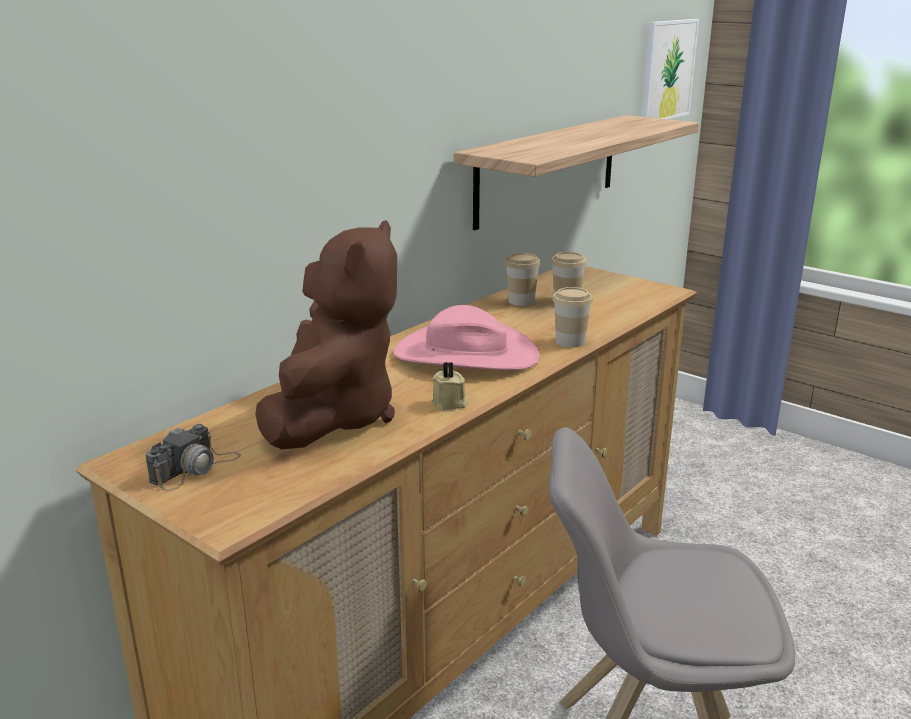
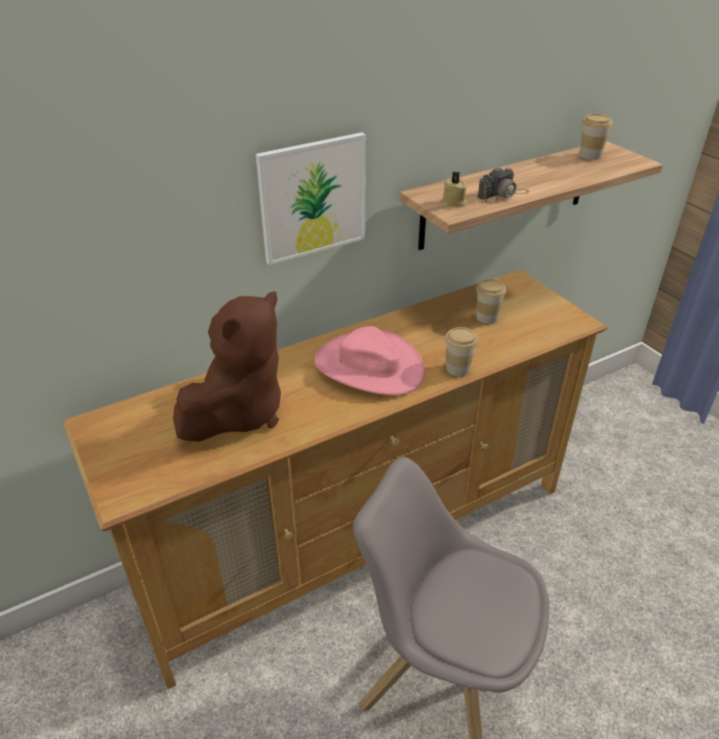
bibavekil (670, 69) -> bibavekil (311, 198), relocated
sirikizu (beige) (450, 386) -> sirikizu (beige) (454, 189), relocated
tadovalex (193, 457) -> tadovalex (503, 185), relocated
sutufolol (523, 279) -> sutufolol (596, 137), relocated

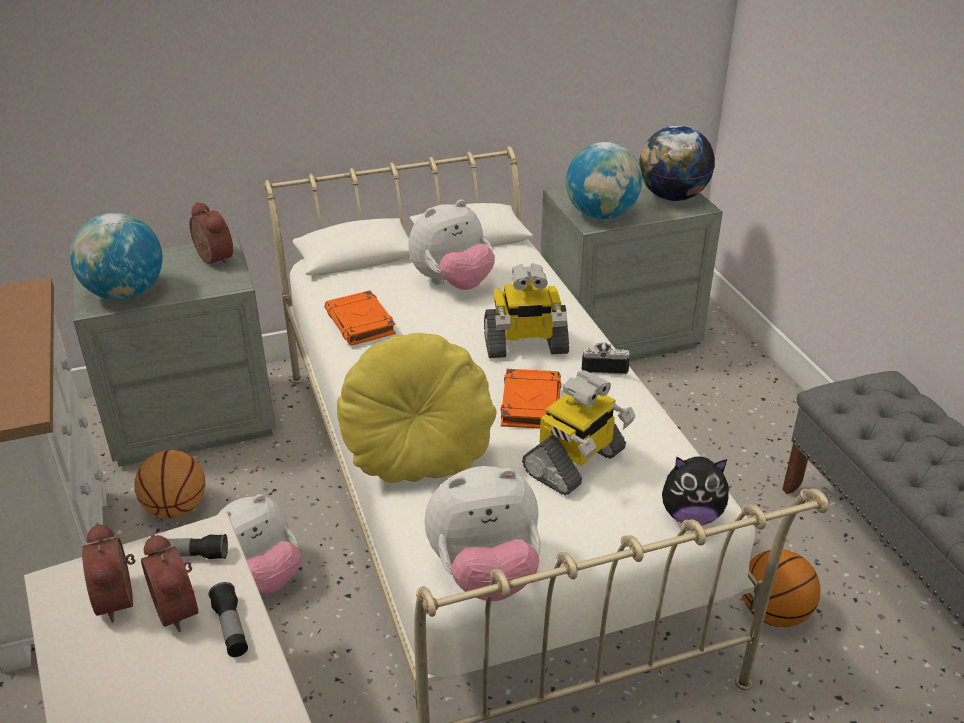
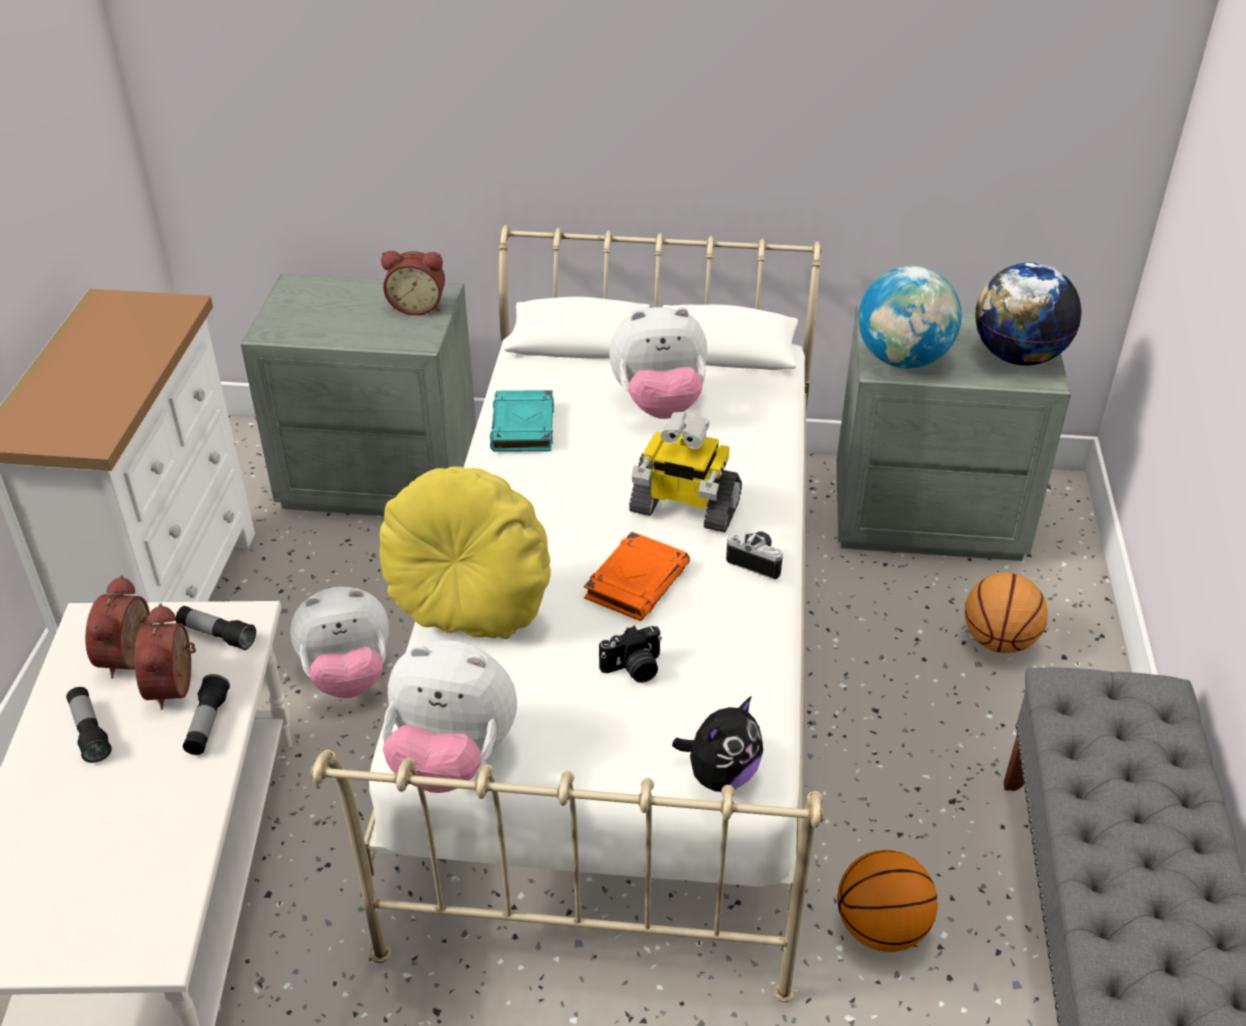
none -> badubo (89, 725)
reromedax (211, 234) -> reromedax (413, 283), 105 degrees clockwise
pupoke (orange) (360, 318) -> pupoke (turquoise) (522, 421)
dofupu (579, 433) -> tadovalex (630, 654)
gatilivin (696, 490) -> gatilivin (717, 744), 75 degrees counterclockwise
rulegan (170, 484) -> rulegan (1006, 613), relocated
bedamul (116, 256) -> none

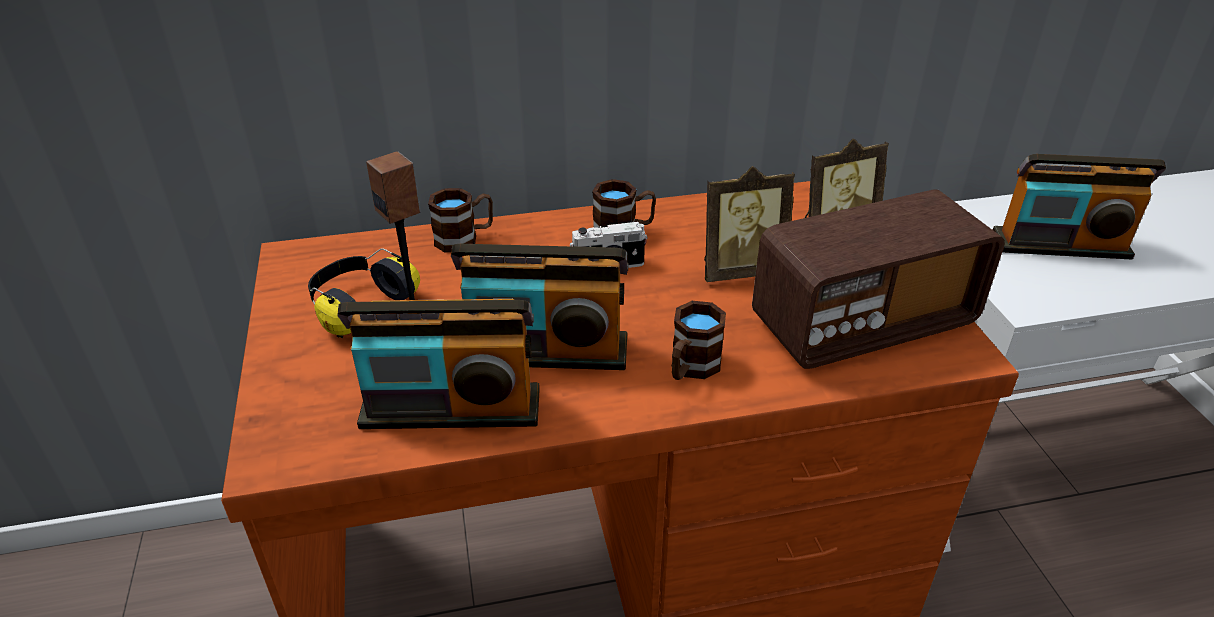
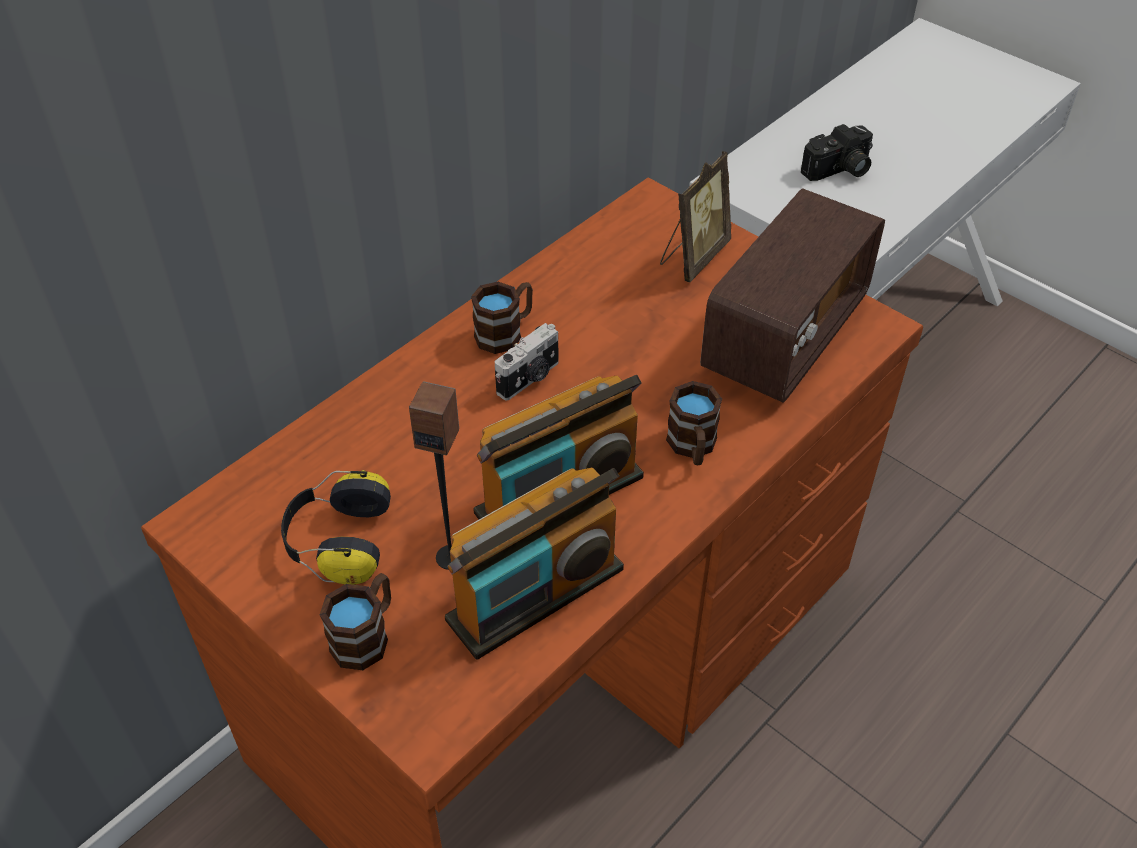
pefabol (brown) (460, 220) -> pefabol (brown) (355, 621), relocated
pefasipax (1079, 207) -> tadovalex (837, 152)
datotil (749, 224) -> none

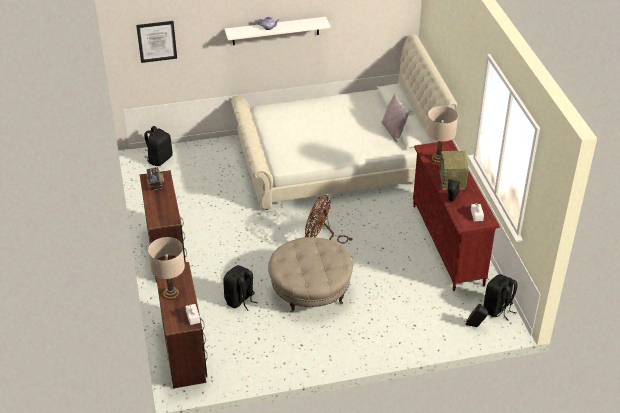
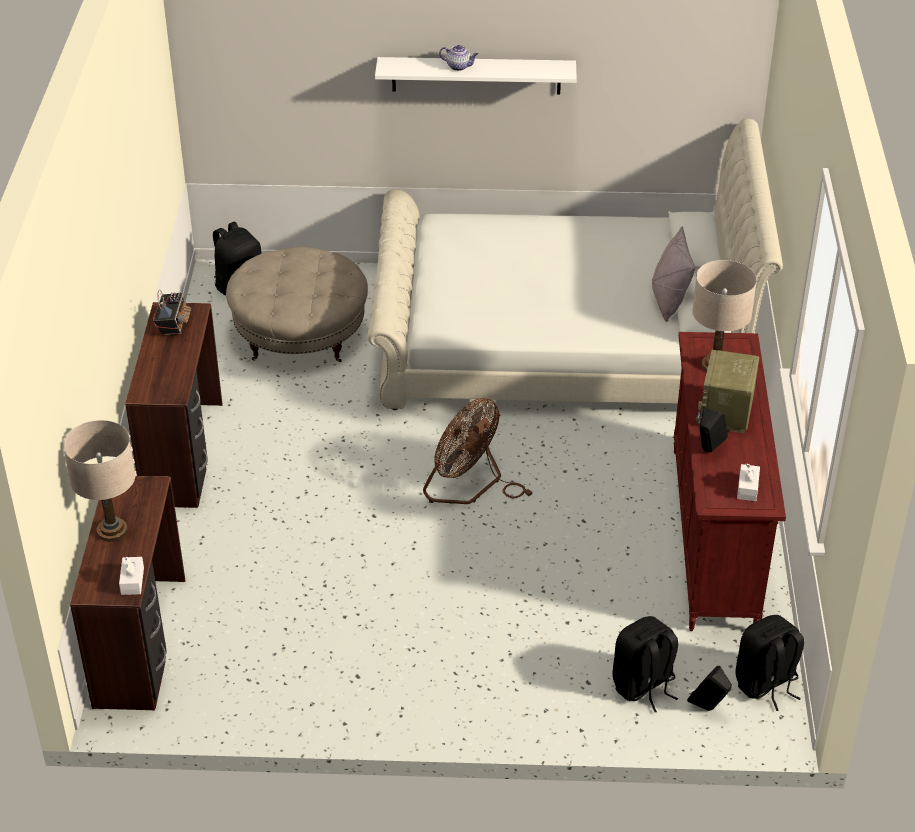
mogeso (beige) (310, 274) -> mogeso (beige) (297, 304), relocated
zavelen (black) (240, 288) -> zavelen (black) (645, 664), relocated
bibavekil (156, 42) -> none

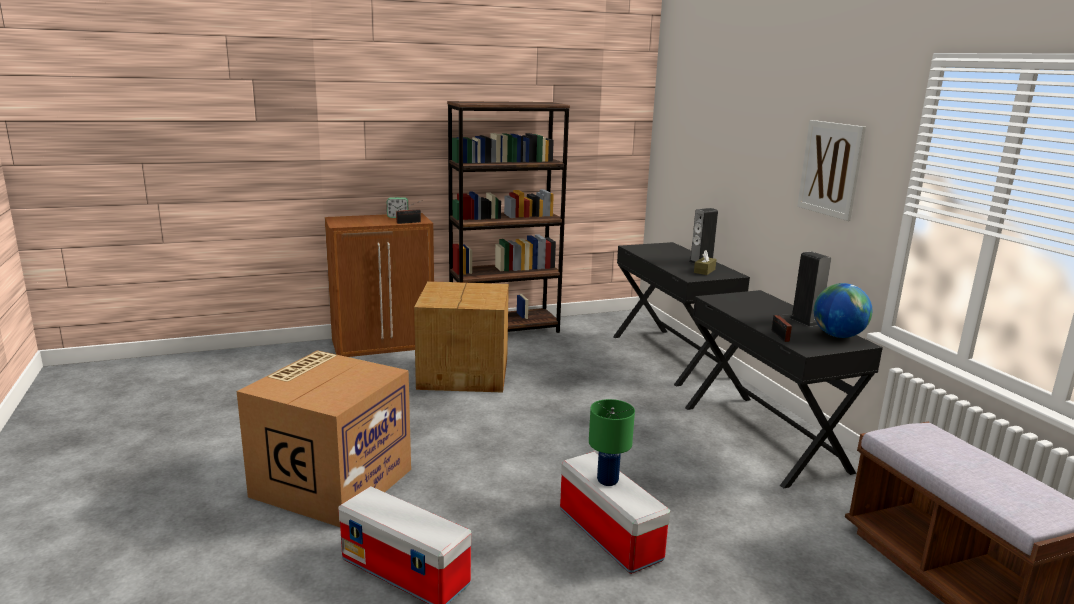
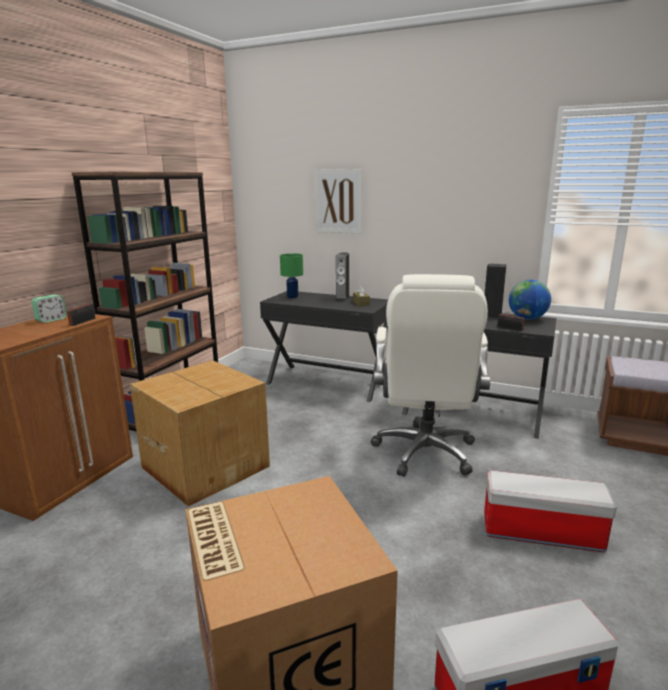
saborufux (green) (612, 442) -> saborufux (green) (291, 275), relocated
bibavekil (831, 170) -> bibavekil (338, 201), relocated
none -> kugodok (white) (430, 375)

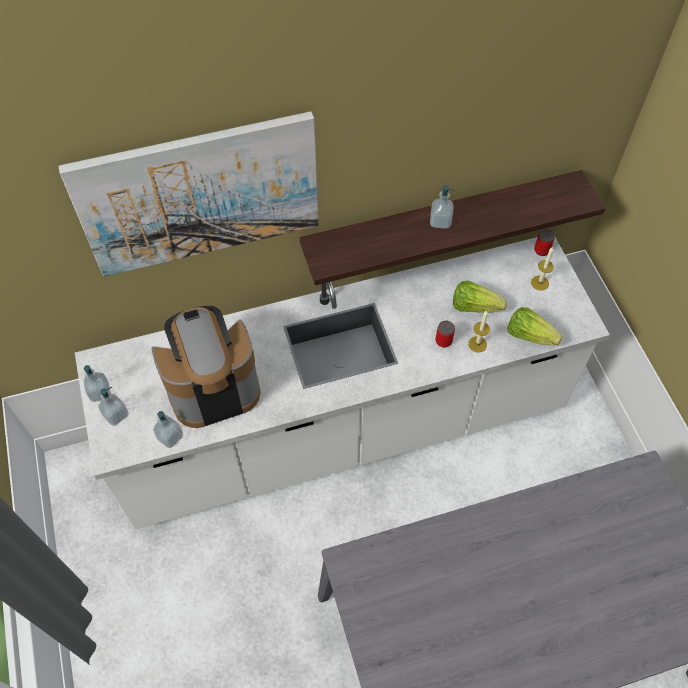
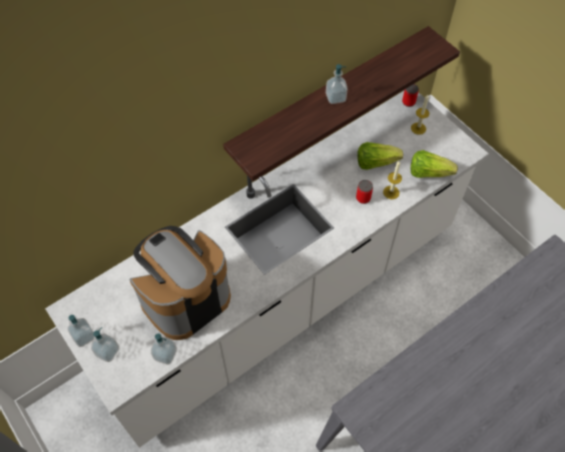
bibavekil (189, 194) -> none

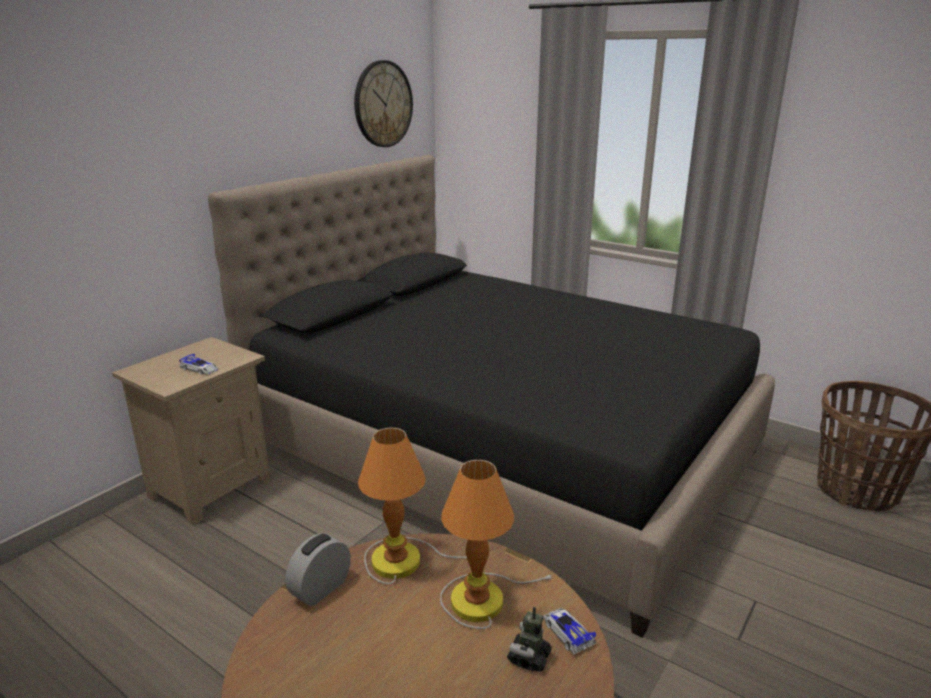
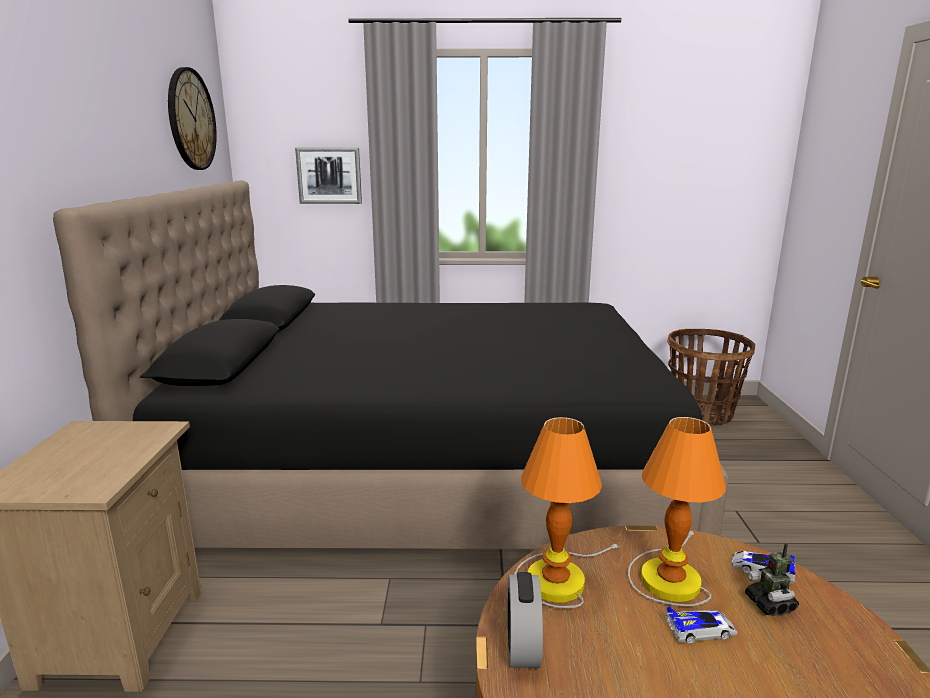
none -> bibavekil (328, 176)
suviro (198, 363) -> suviro (701, 625), relocated

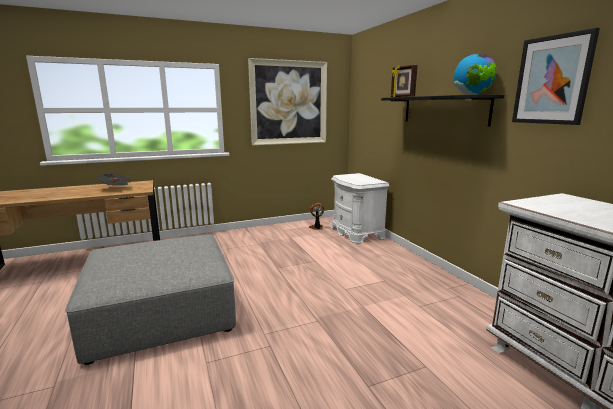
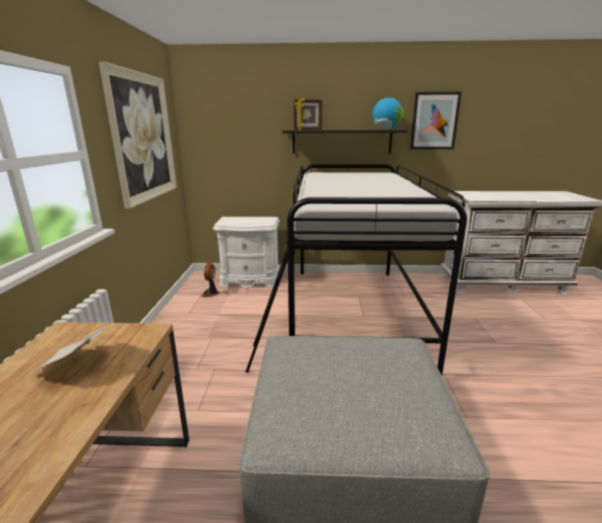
none -> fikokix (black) (356, 269)

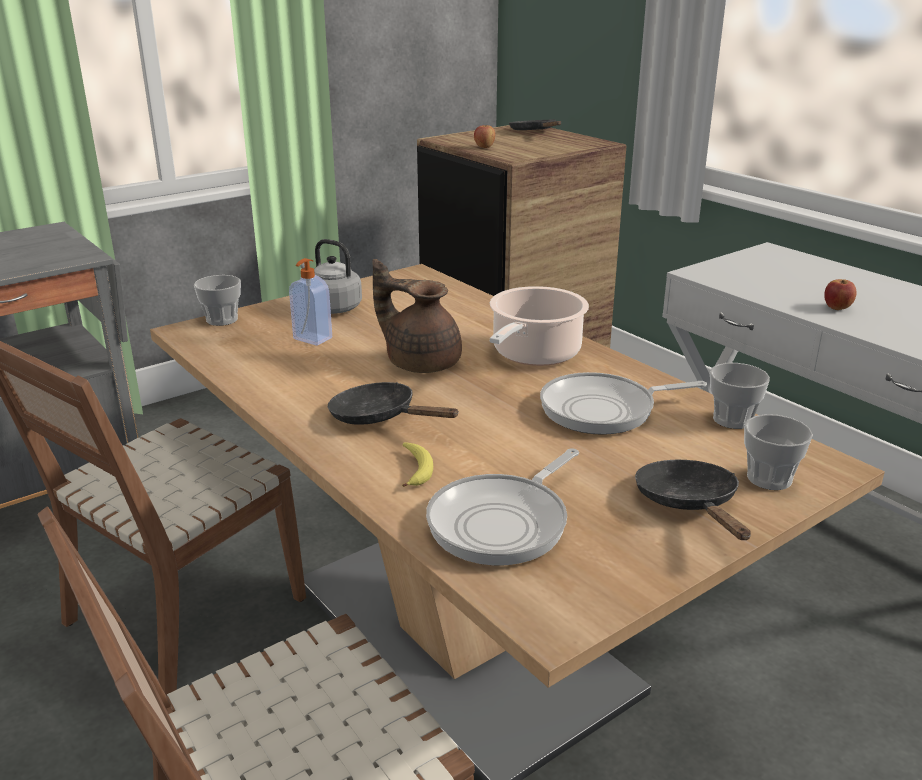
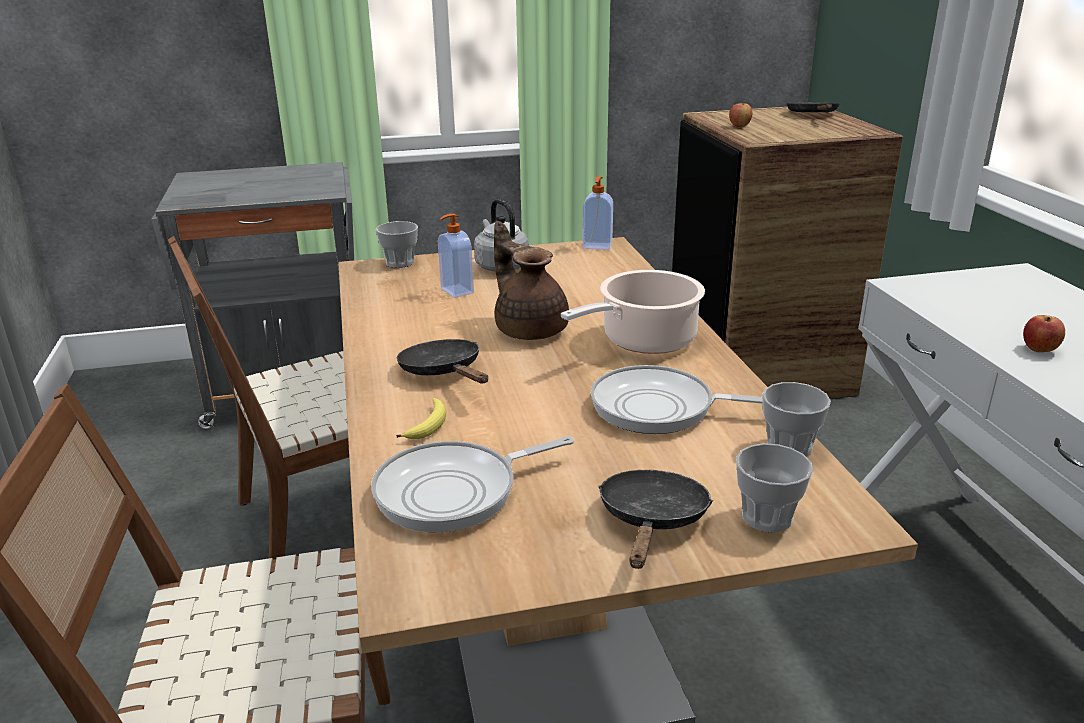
none -> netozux (597, 213)

